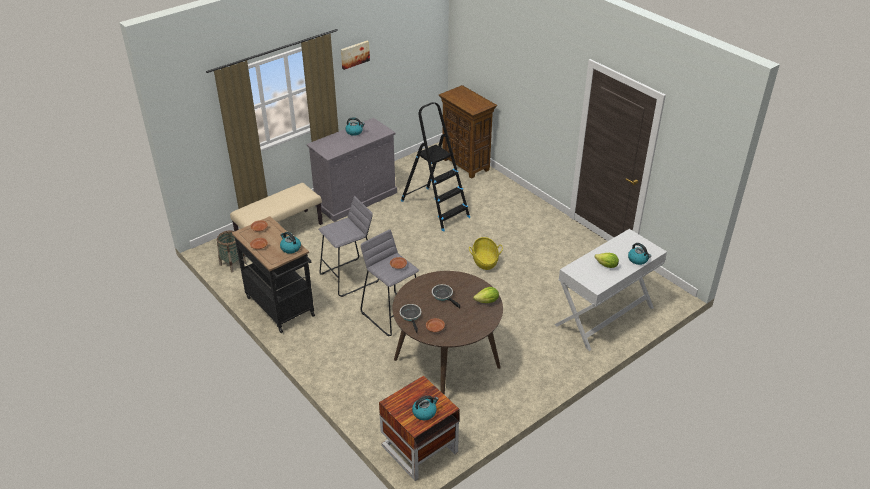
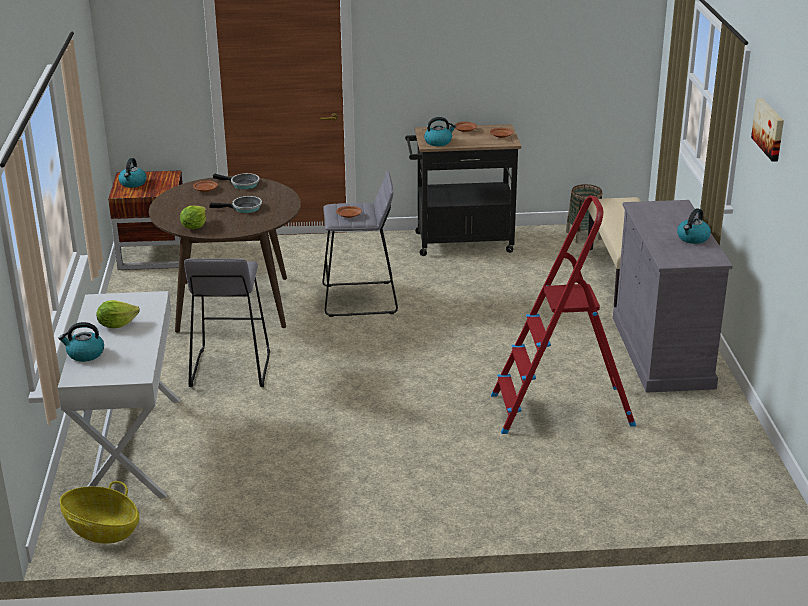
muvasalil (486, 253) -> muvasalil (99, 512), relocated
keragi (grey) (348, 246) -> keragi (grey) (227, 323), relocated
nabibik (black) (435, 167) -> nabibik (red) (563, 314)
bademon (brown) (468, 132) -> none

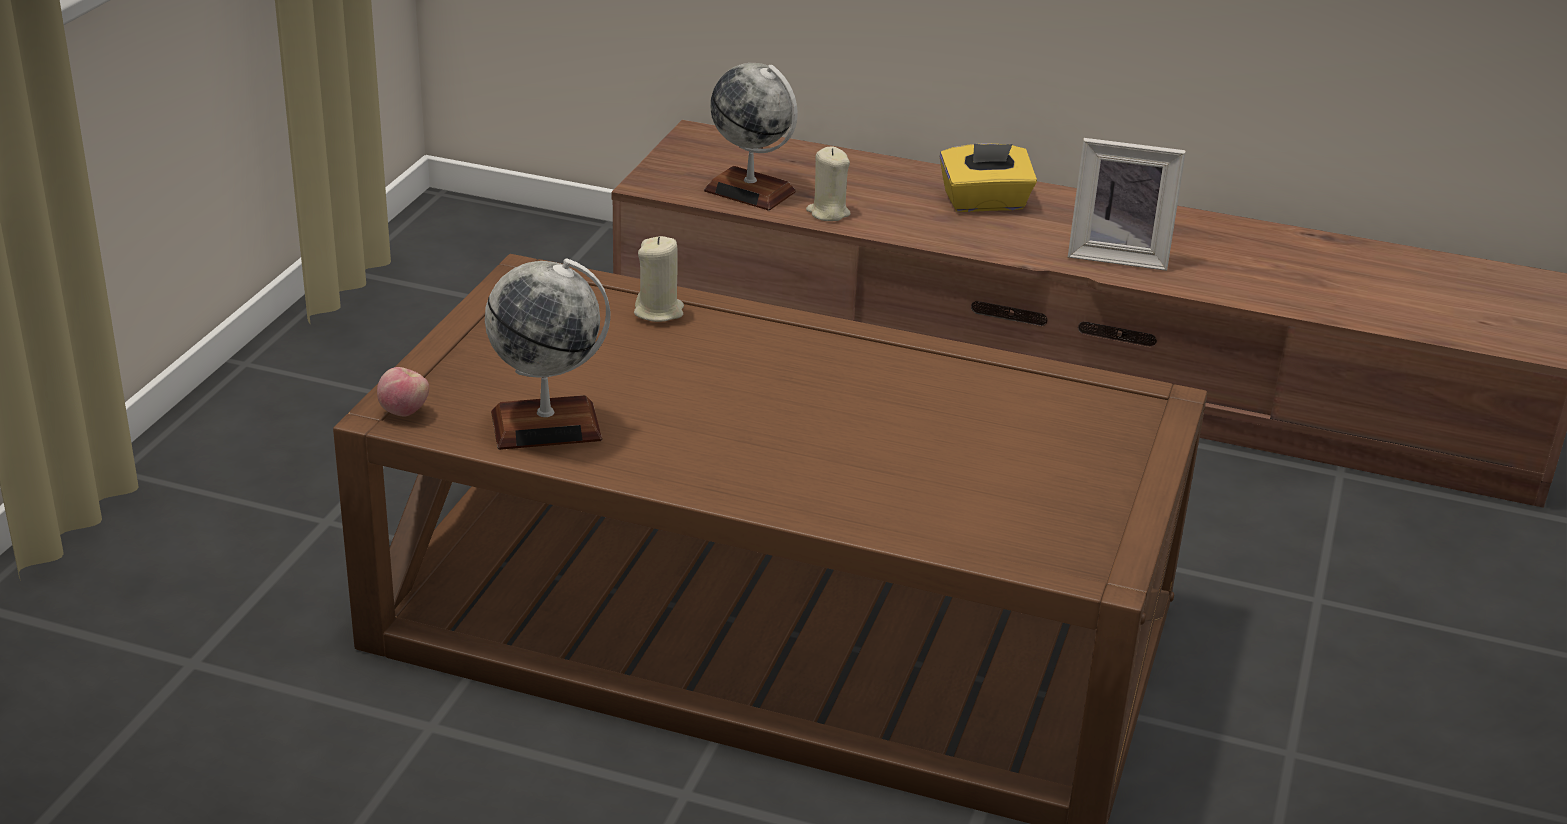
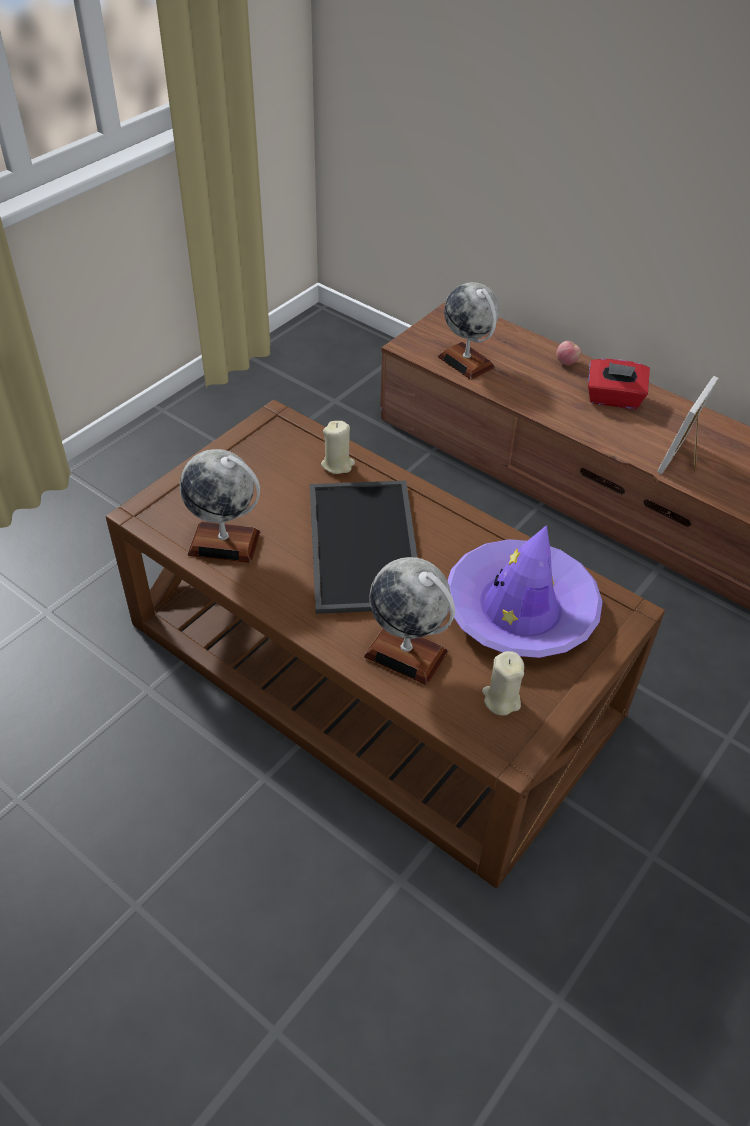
none -> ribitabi (364, 547)
none -> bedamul (409, 621)
none -> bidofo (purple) (525, 591)
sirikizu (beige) (828, 184) -> sirikizu (beige) (503, 683), relocated
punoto (403, 392) -> punoto (569, 353), relocated
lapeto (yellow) (988, 177) -> lapeto (red) (619, 384)
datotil (1127, 204) -> datotil (688, 425), 90 degrees clockwise

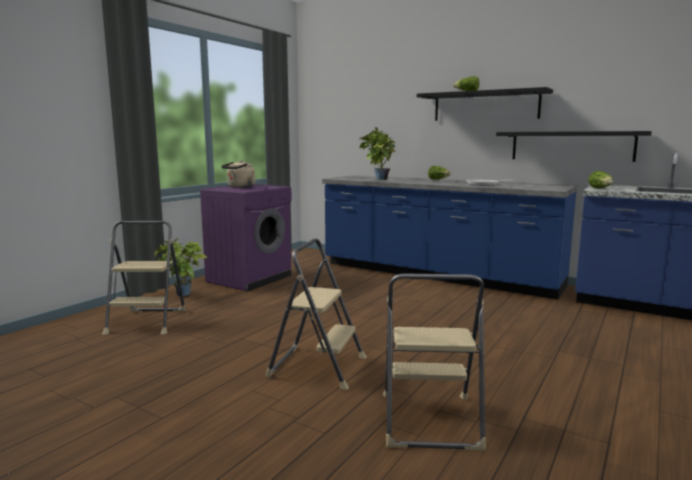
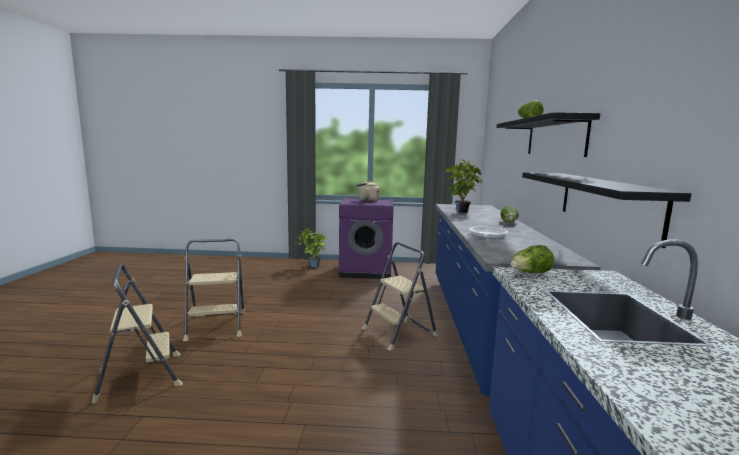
nabibik (beige) (144, 278) -> nabibik (beige) (400, 296), relocated

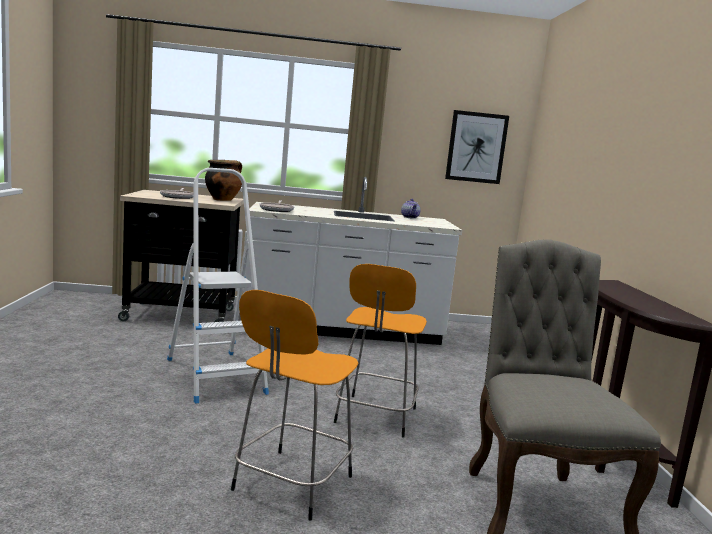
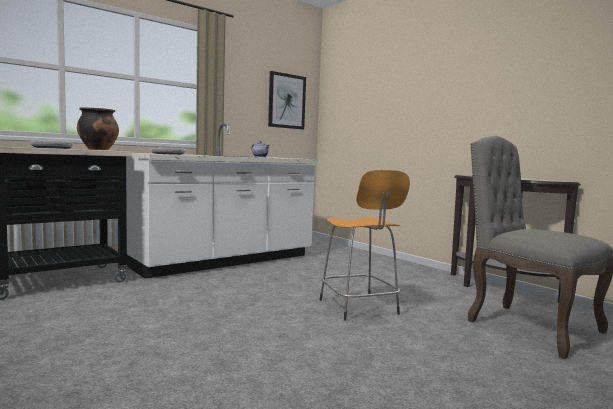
nabibik (white) (218, 285) -> none
keragi (orange) (294, 405) -> none

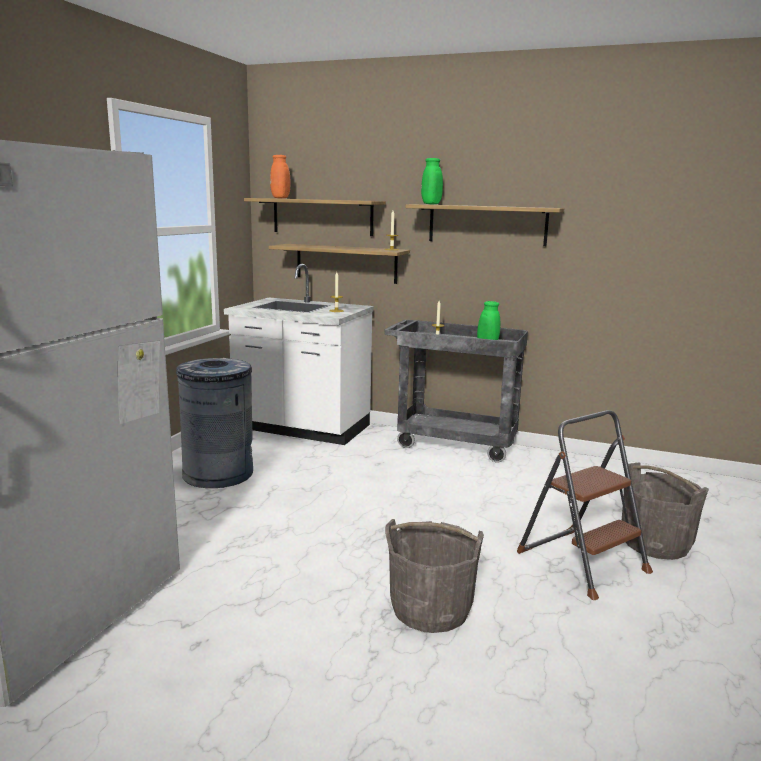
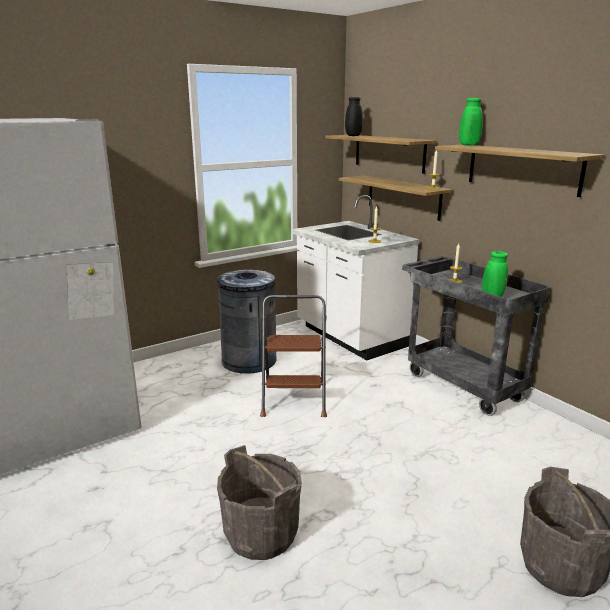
nabibik (brown) (585, 505) -> nabibik (brown) (293, 356), relocated
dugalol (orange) (280, 176) -> dugalol (black) (354, 116)

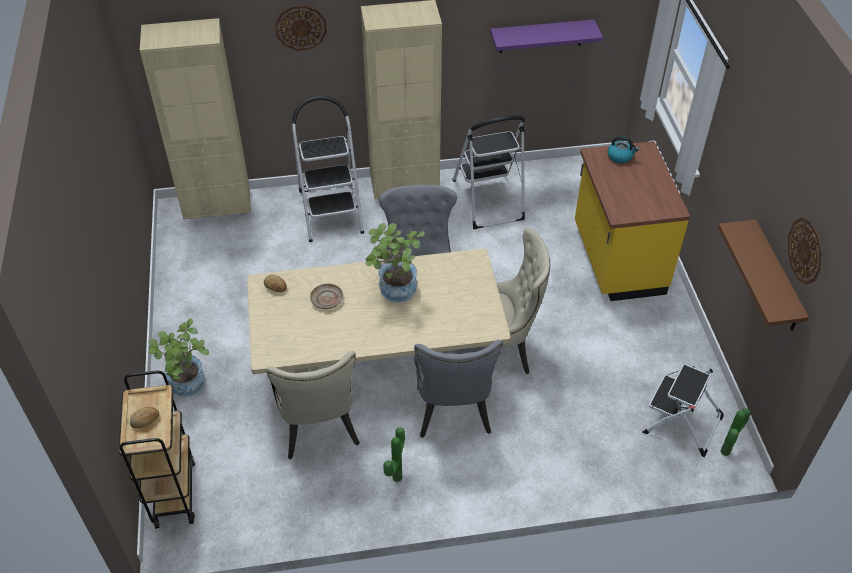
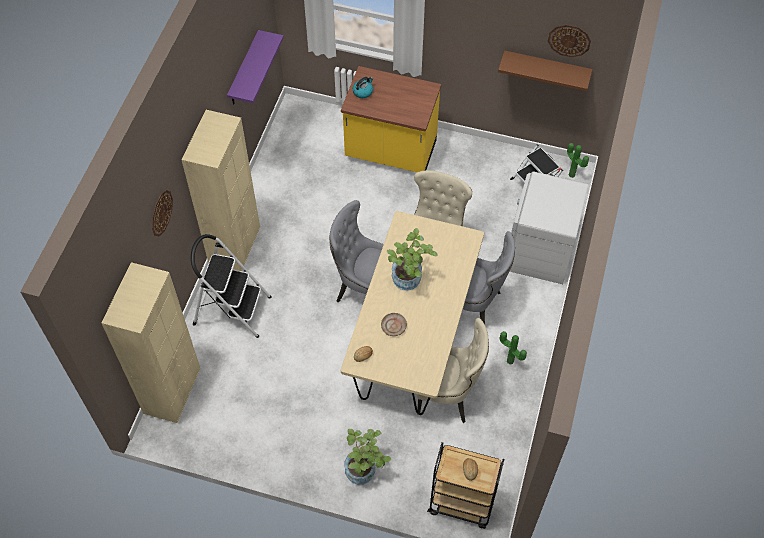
none -> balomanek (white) (549, 228)
nabibik (488, 172) -> none

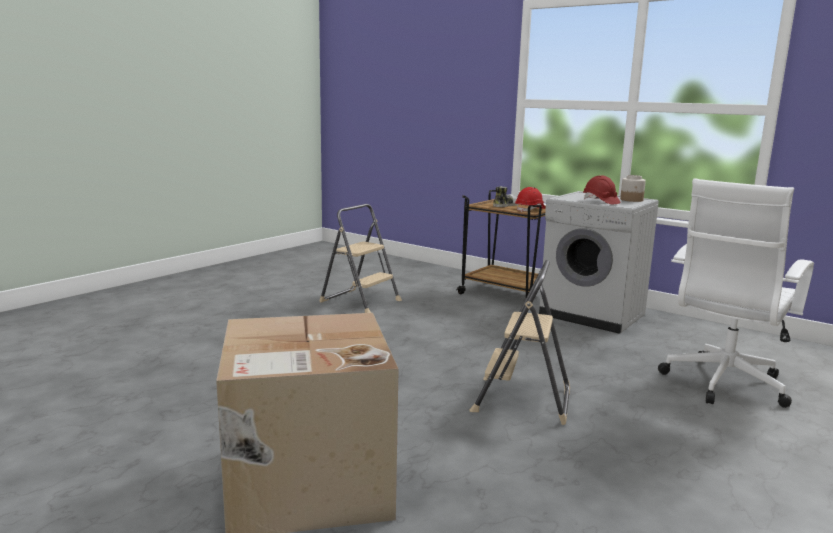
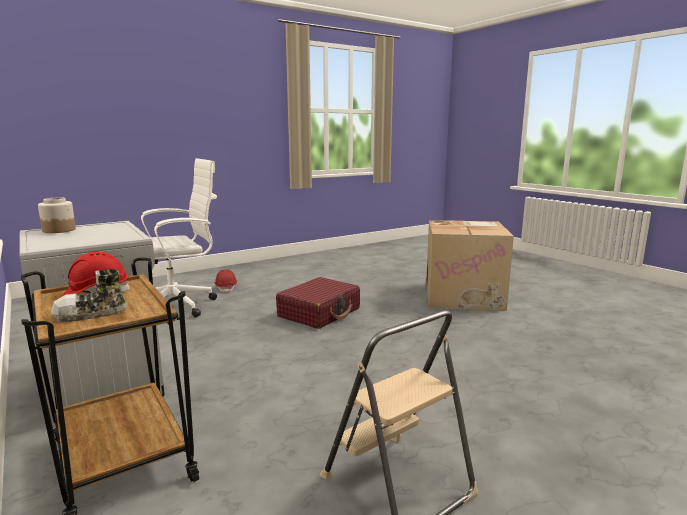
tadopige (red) (601, 189) -> tadopige (red) (226, 281), relocated
nabibik (beige) (519, 342) -> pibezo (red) (318, 303)

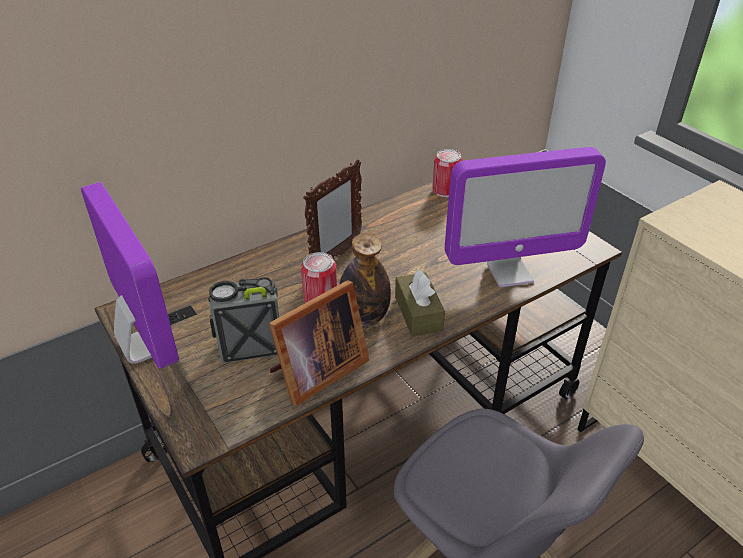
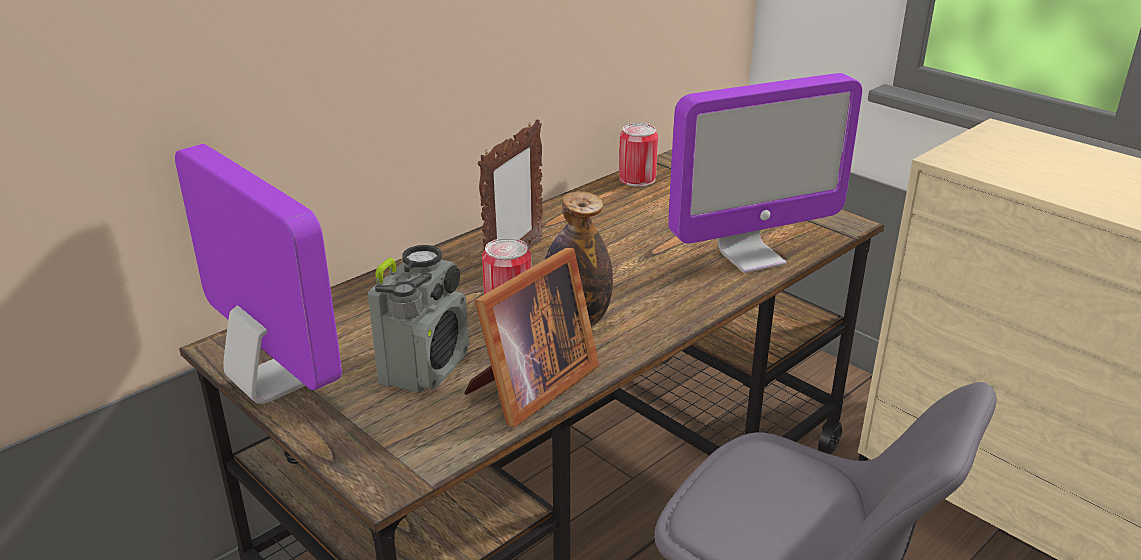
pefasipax (243, 320) -> pefasipax (418, 319), 135 degrees clockwise
lapeto (brown) (420, 302) -> none

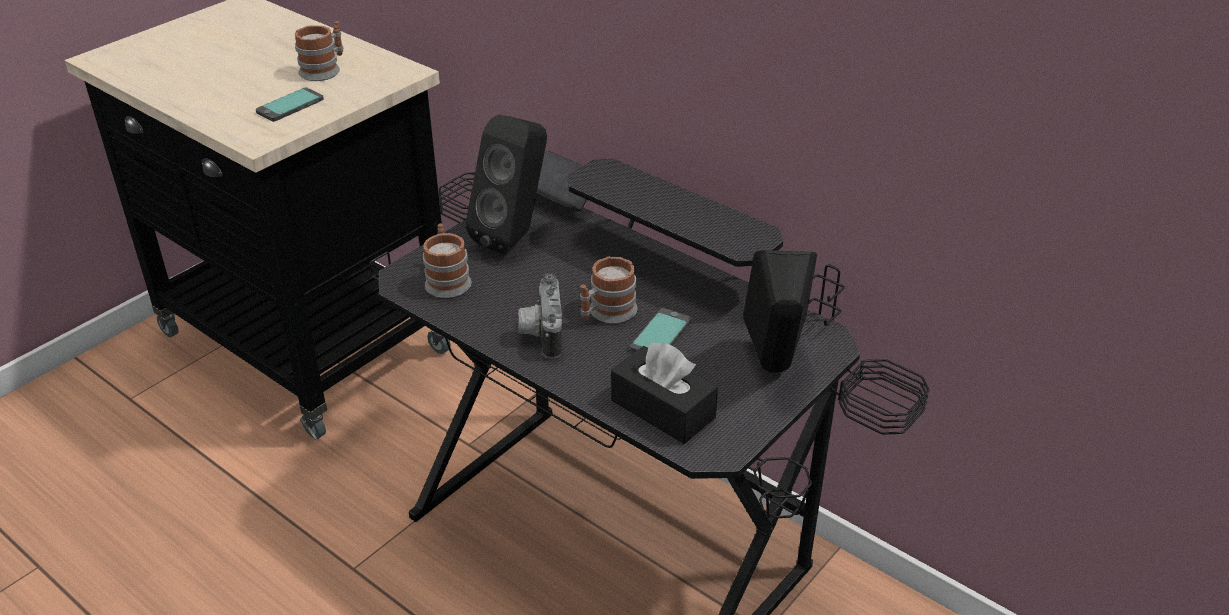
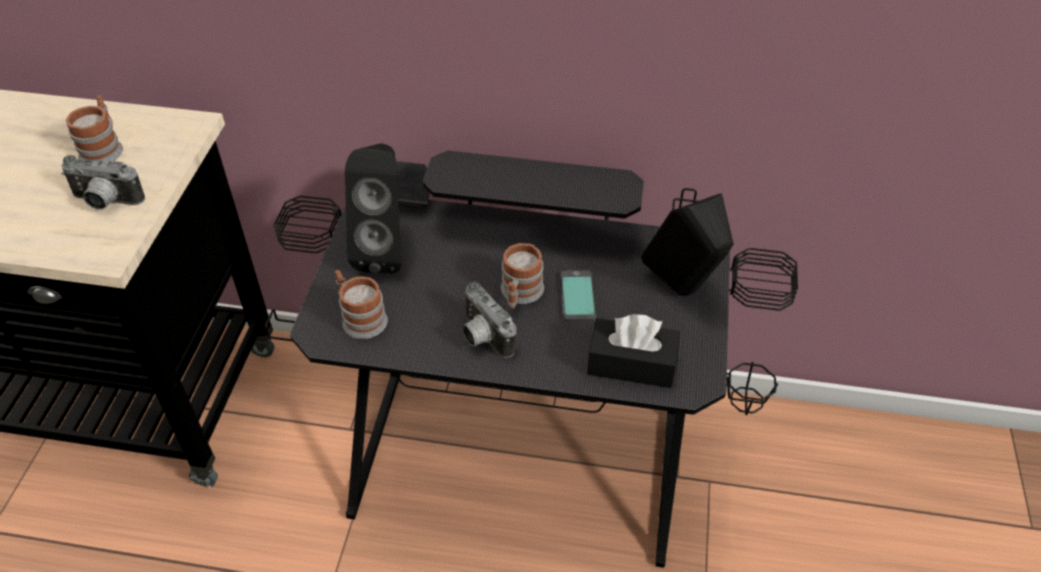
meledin (290, 104) -> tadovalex (103, 182)

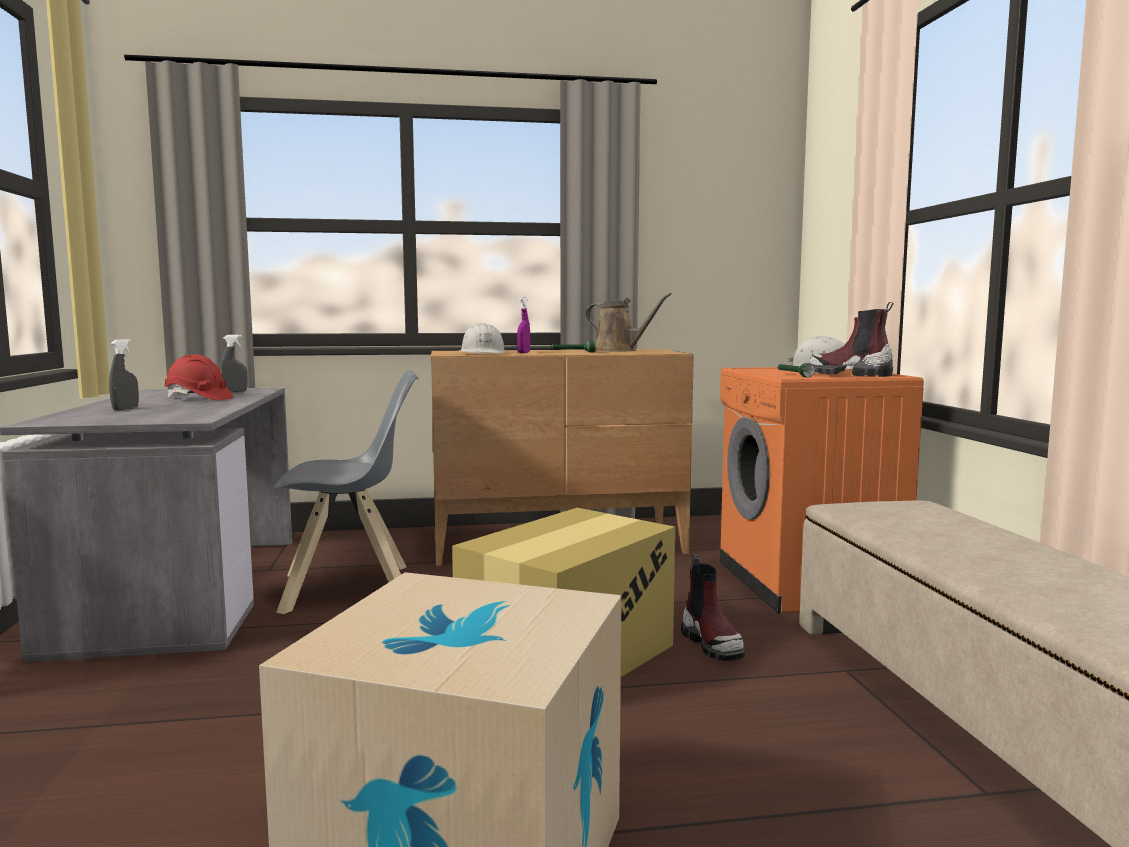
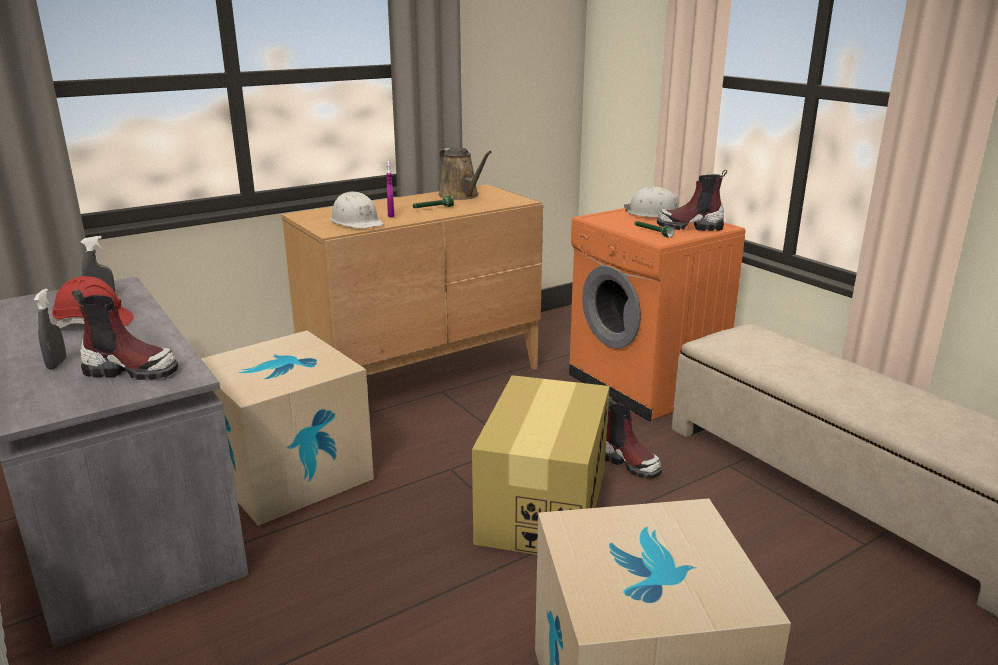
none -> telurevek (125, 334)
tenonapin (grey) (346, 492) -> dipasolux (287, 428)
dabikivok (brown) (628, 322) -> dabikivok (brown) (465, 173), 45 degrees clockwise

